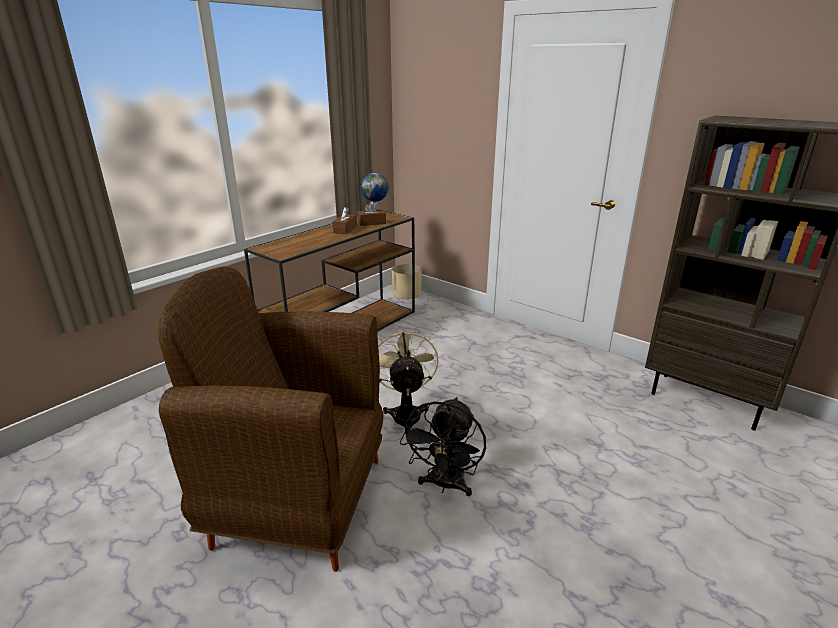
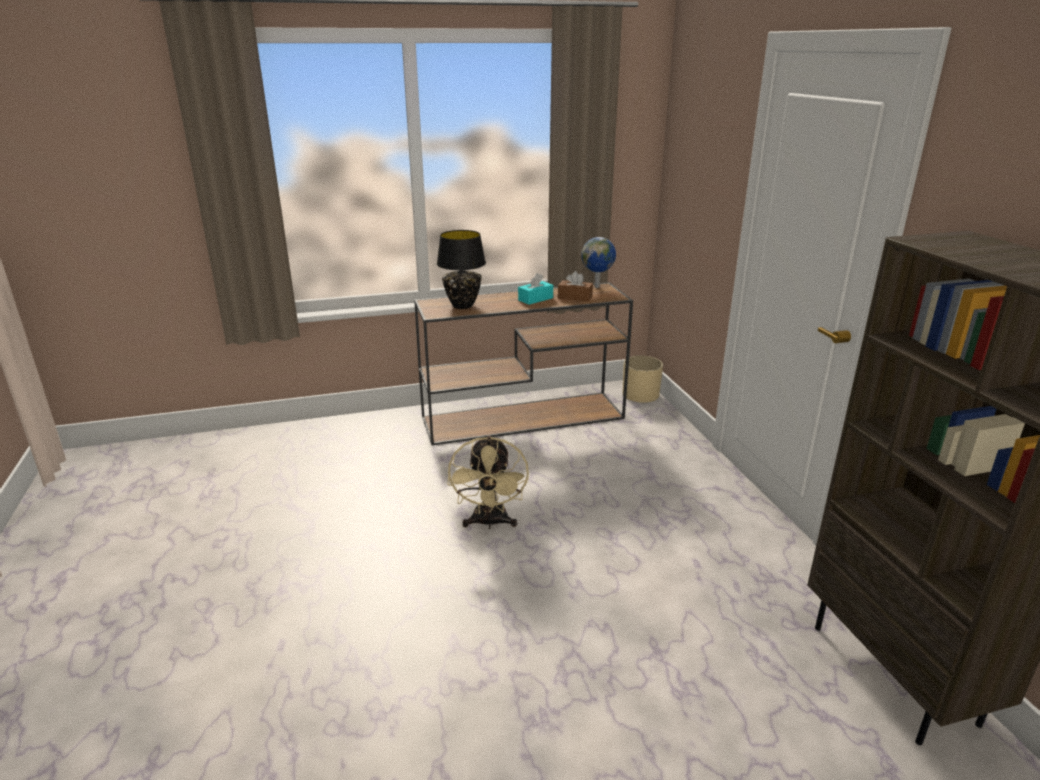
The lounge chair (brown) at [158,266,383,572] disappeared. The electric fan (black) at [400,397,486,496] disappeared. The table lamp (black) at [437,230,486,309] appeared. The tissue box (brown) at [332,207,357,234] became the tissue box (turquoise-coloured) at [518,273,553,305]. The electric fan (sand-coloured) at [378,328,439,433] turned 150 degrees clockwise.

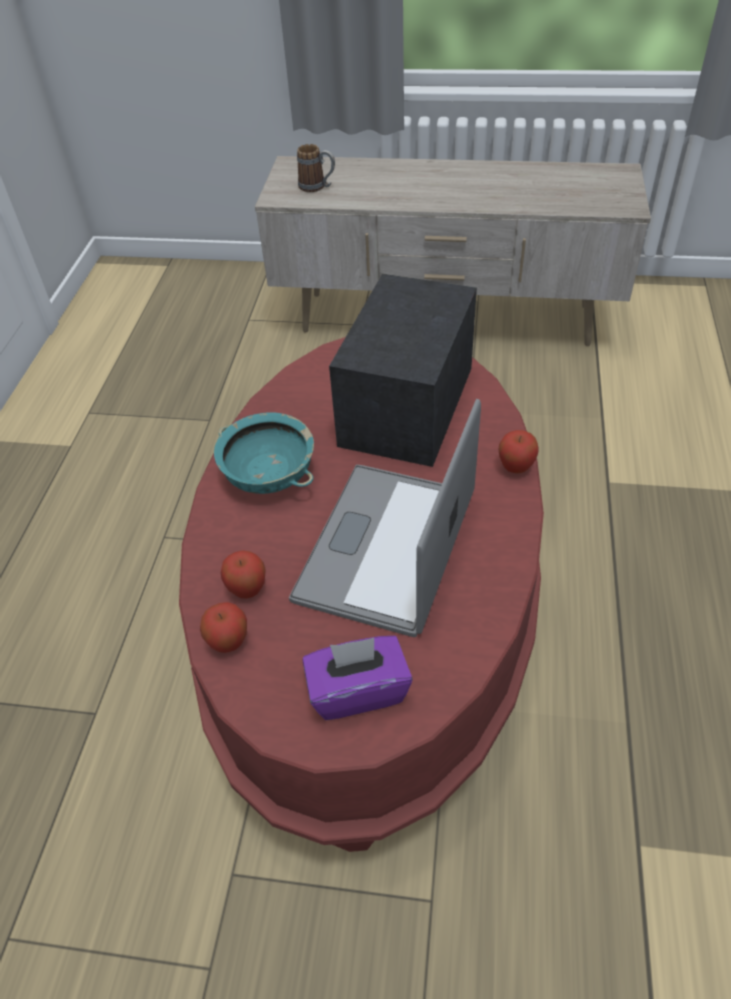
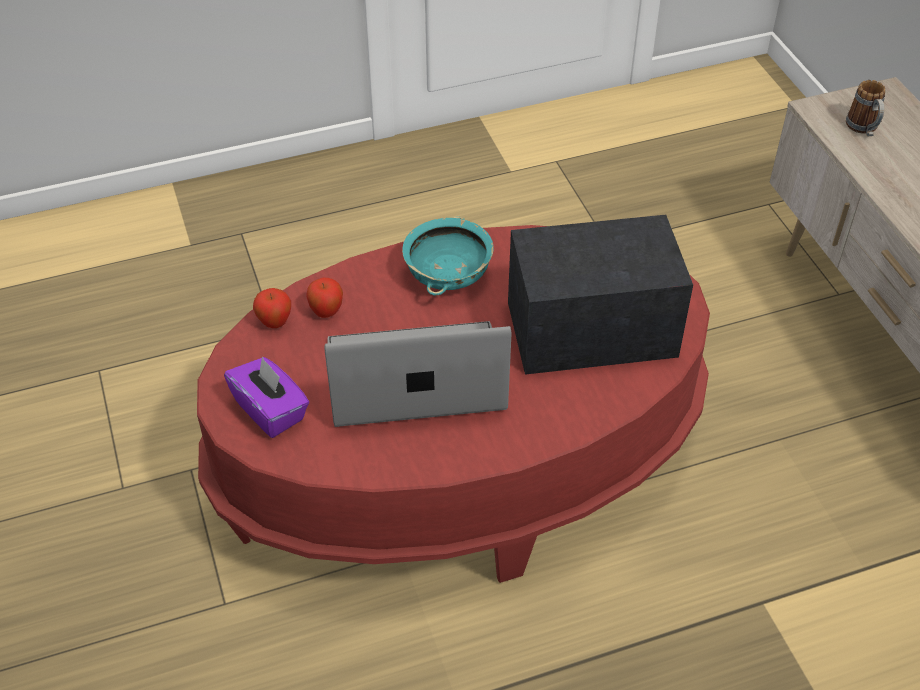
The whole apple at [499,430,538,473] disappeared.

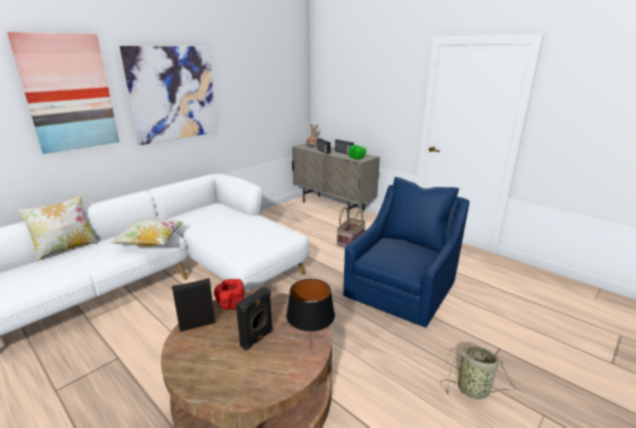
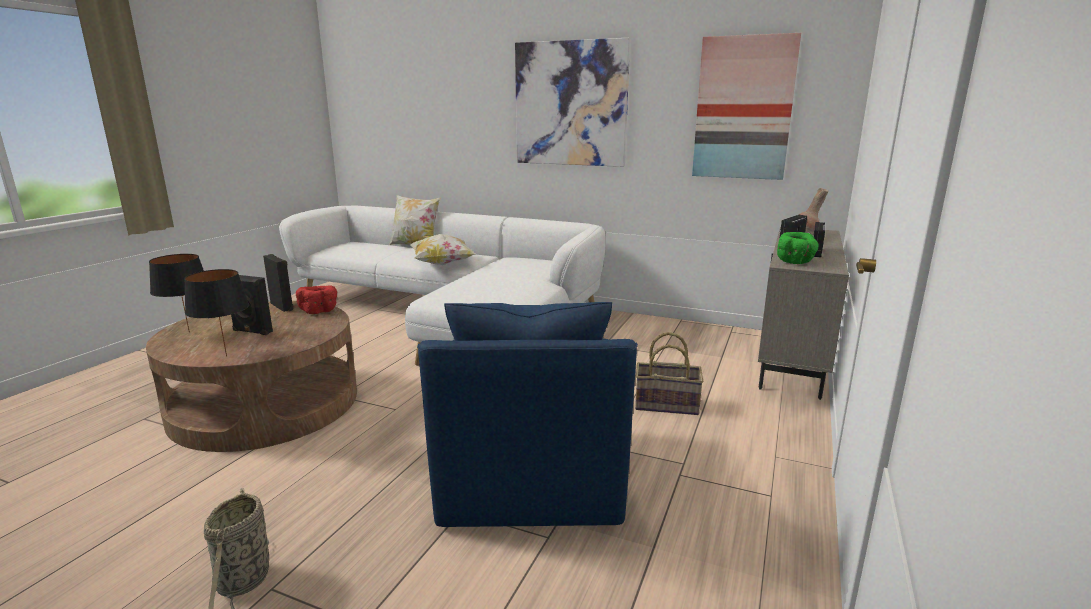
The table lamp (black) at [149,254,204,333] appeared. The wall picture moved from [7,32,119,154] to [692,33,801,180]. The lounge chair (blue) at [343,177,470,328] turned 75 degrees clockwise.

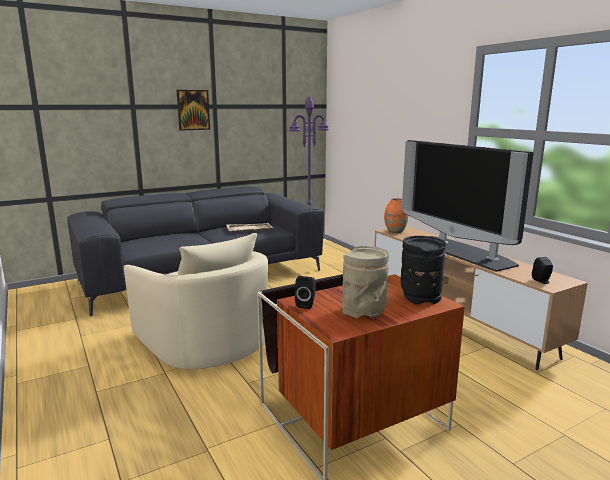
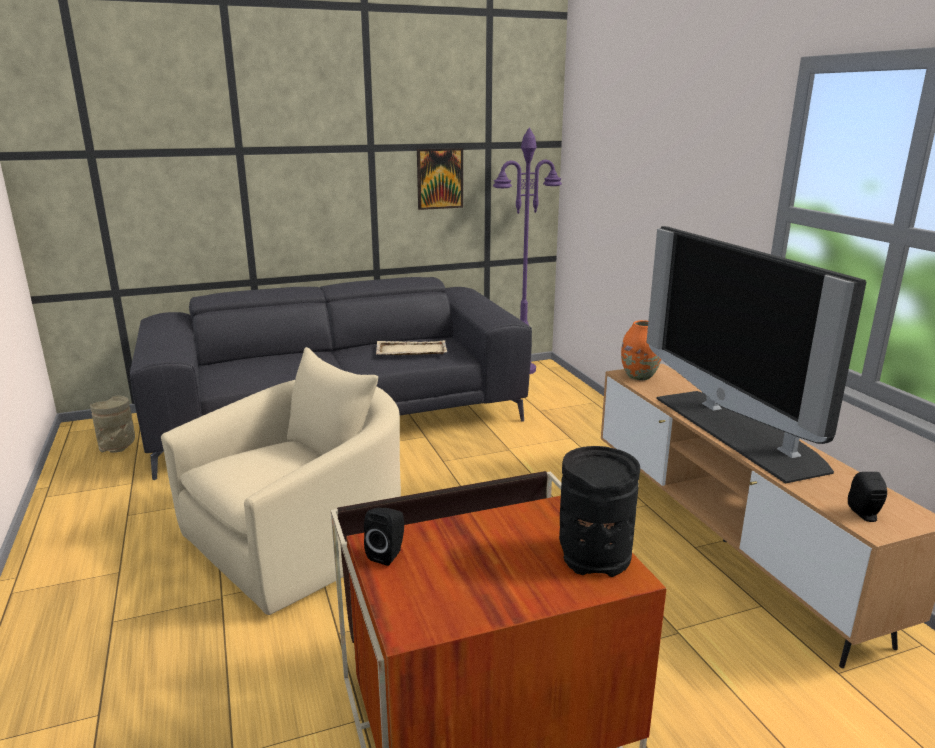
The wall picture moved from [176,90,210,130] to [417,148,463,210]. The vase (sand-coloured) moved from [342,246,389,319] to [90,396,135,453]. The lounge chair (sand-coloured) at [124,233,268,369] turned 105 degrees counterclockwise.

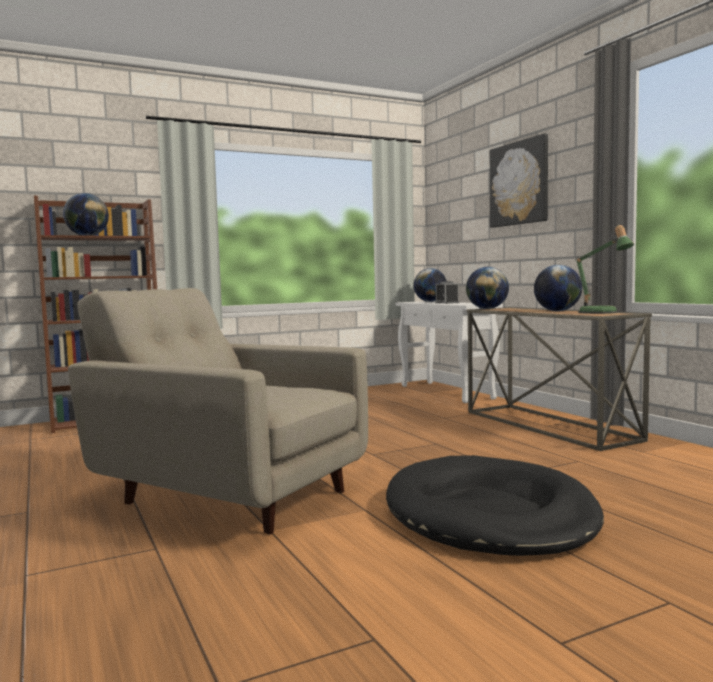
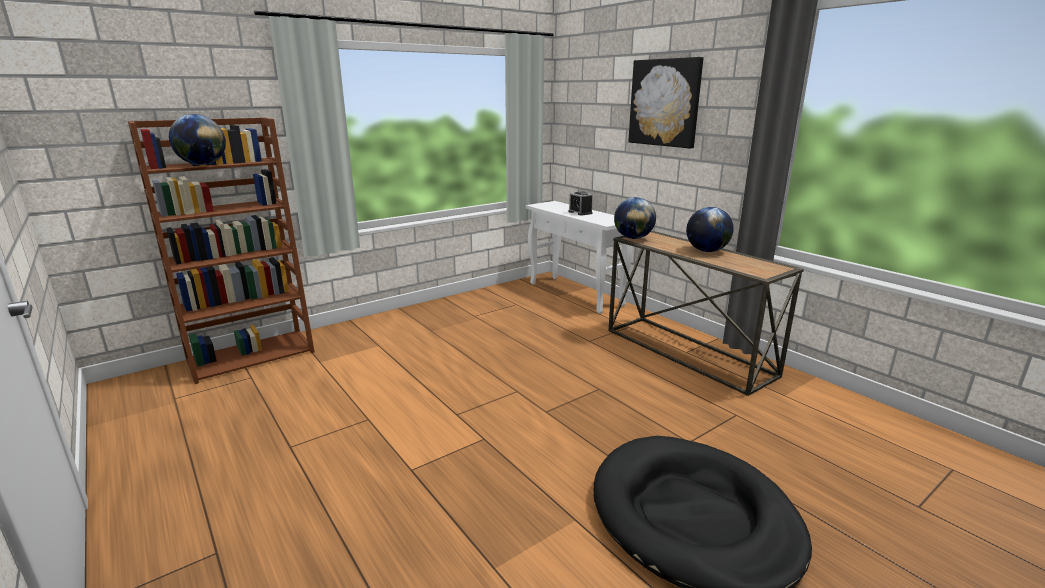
The lounge chair (sand-coloured) at [68,288,368,535] disappeared. The desk globe at [413,268,447,302] disappeared. The table lamp at [575,225,634,314] disappeared.

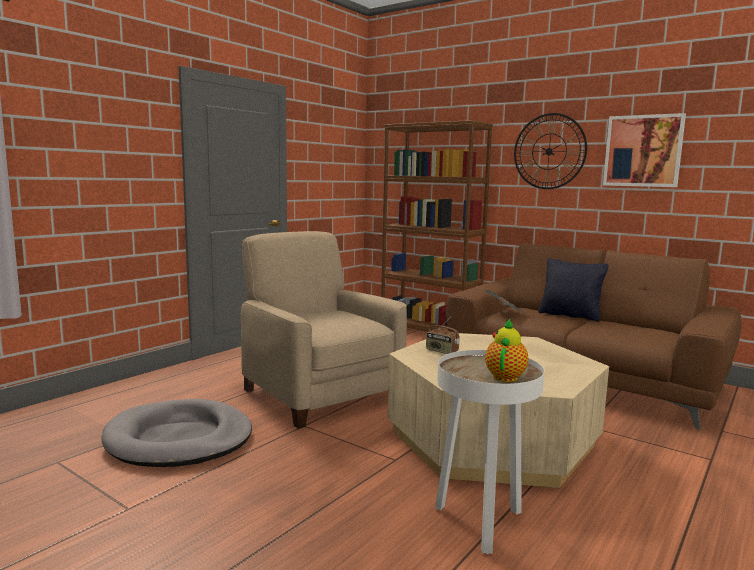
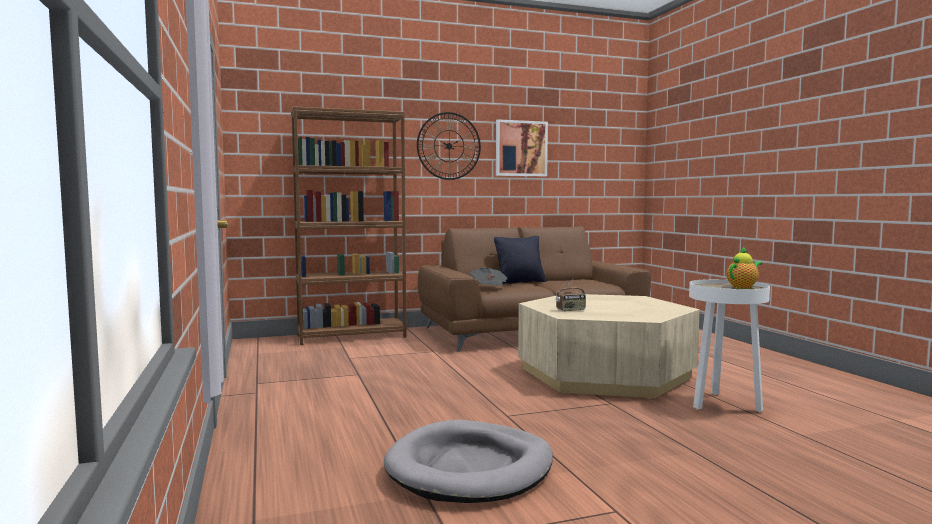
The lounge chair (sand-coloured) at [241,231,407,429] disappeared. The teapot at [485,319,528,382] turned 90 degrees clockwise.

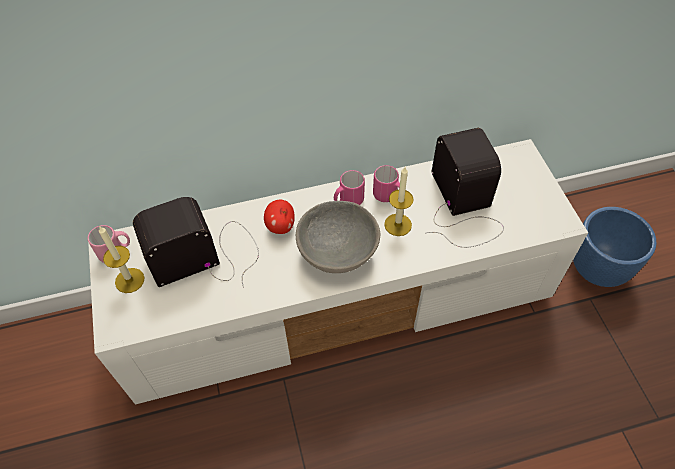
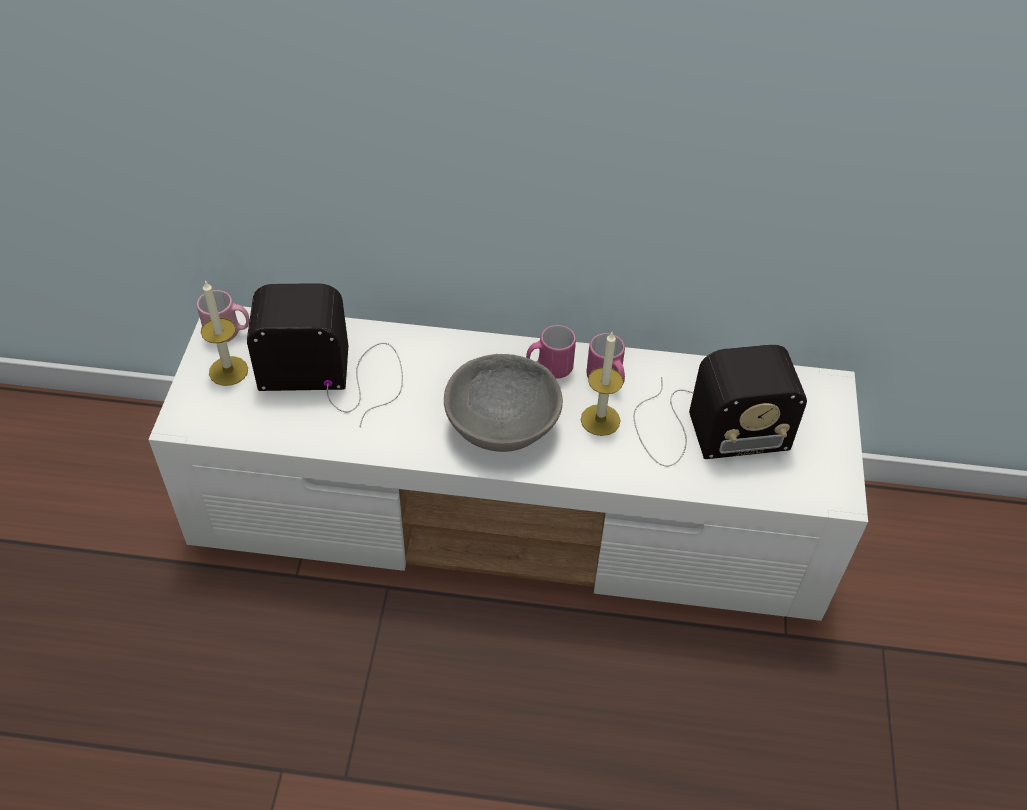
The whole apple at [264,200,295,234] disappeared. The planter (blue) at [573,207,656,287] disappeared. The radio set at [425,128,504,248] turned 75 degrees clockwise.

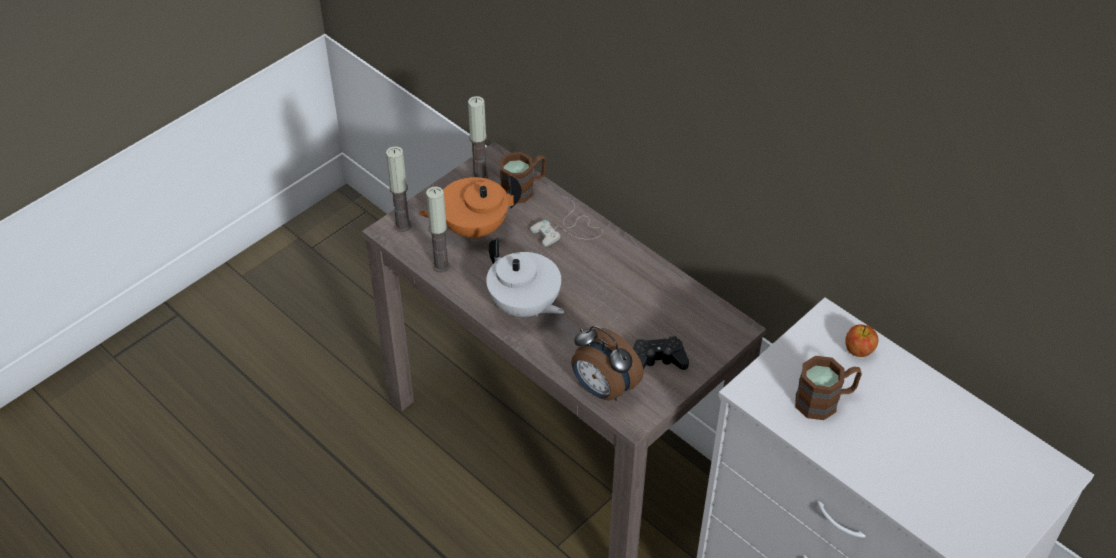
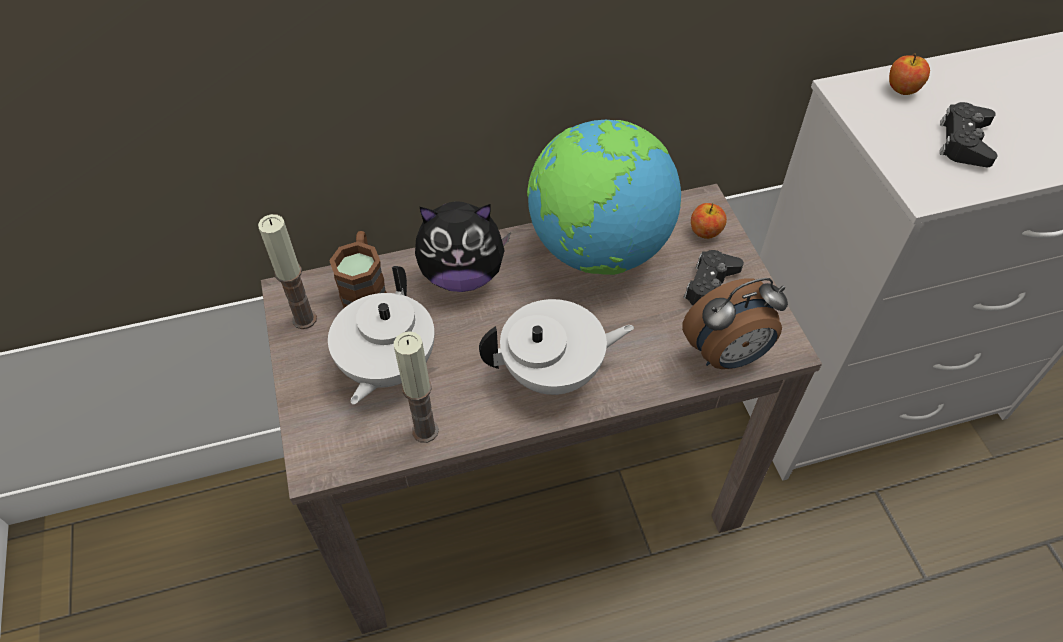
The wax candle at [386,146,412,232] disappeared. The desk globe at [527,120,681,275] appeared. The whole apple at [691,203,727,239] appeared. The game controller (white-coloured) at [530,196,603,247] was replaced by the cuddly toy at [415,201,511,292]. The tea mug (brown) at [795,356,862,420] was replaced by the game controller (black) at [940,102,998,167]. The teapot (orange-coloured) at [418,175,522,240] became the teapot (white-coloured) at [328,266,435,404].

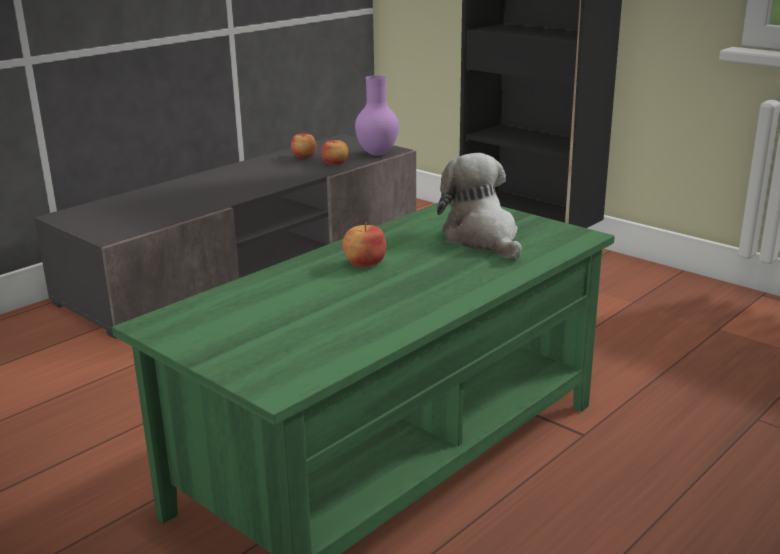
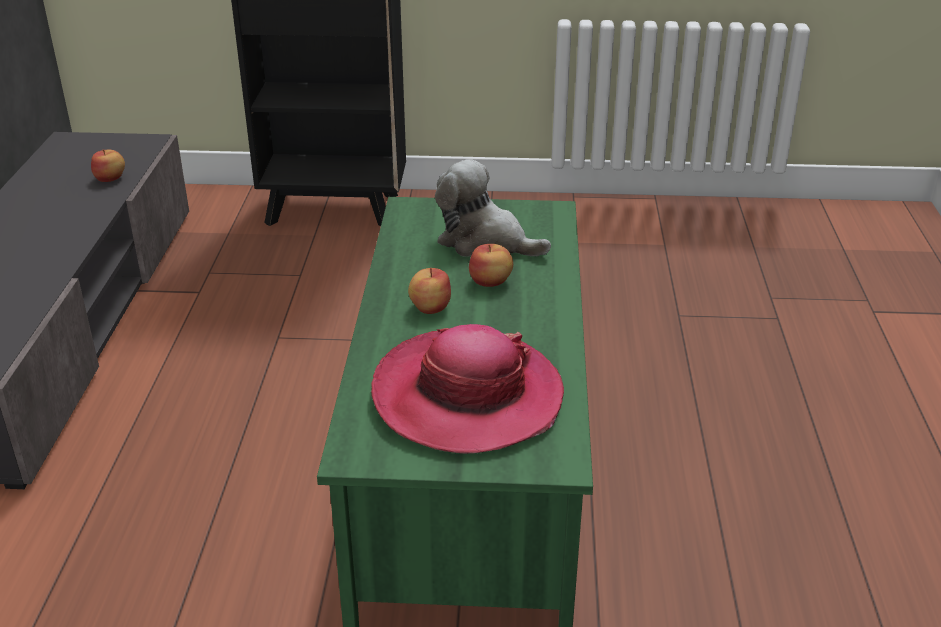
The vase (purple) at [355,75,399,156] disappeared. The wearable hat at [371,324,564,454] appeared. The whole apple moved from [291,132,317,158] to [469,244,513,287].

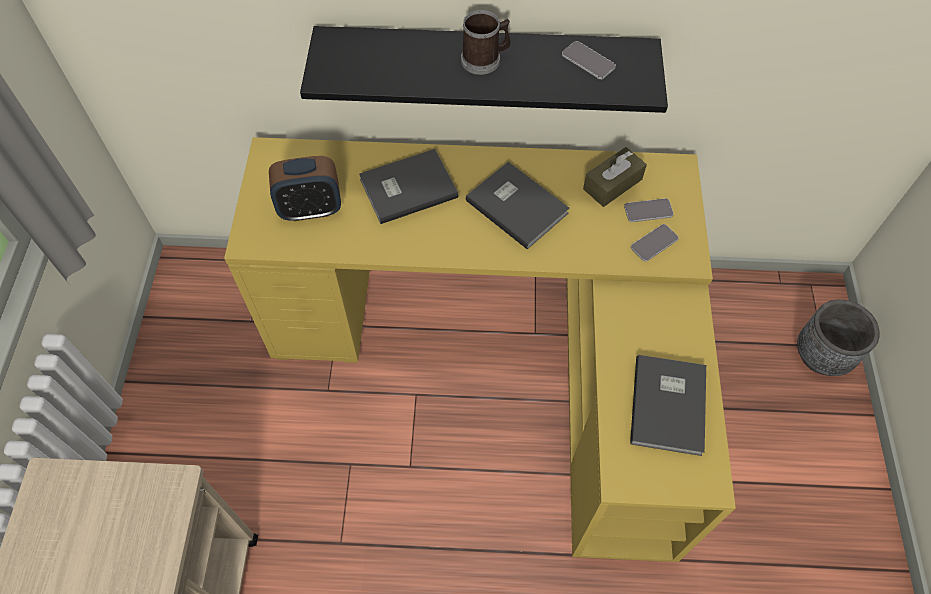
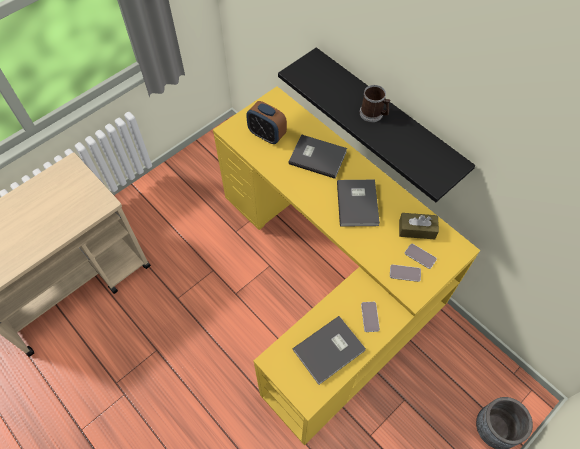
The handset moved from [562,41,616,79] to [361,302,380,332].

